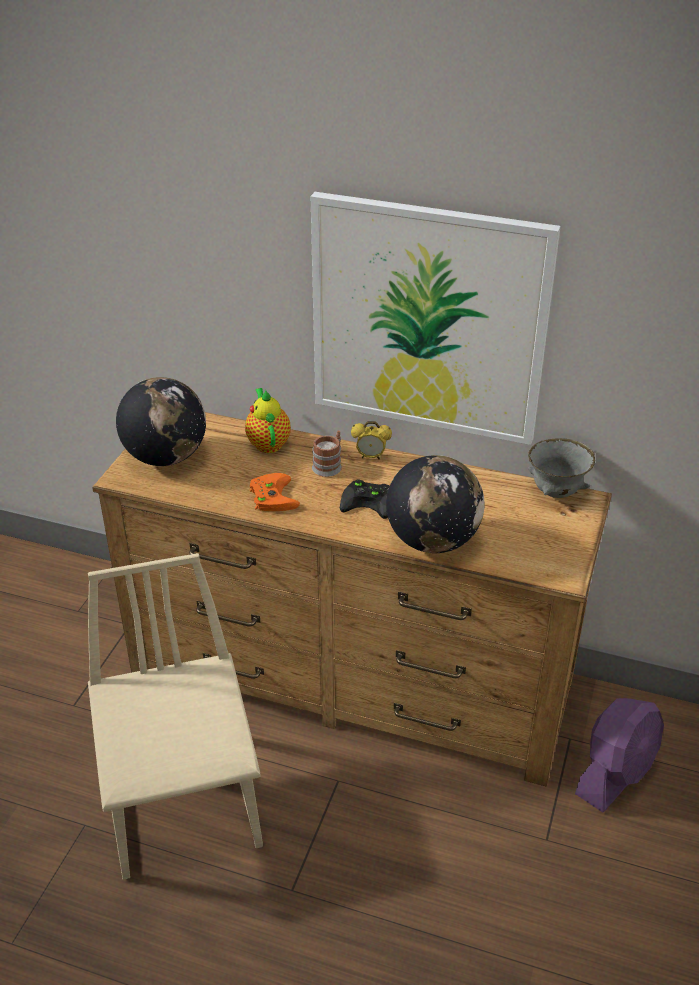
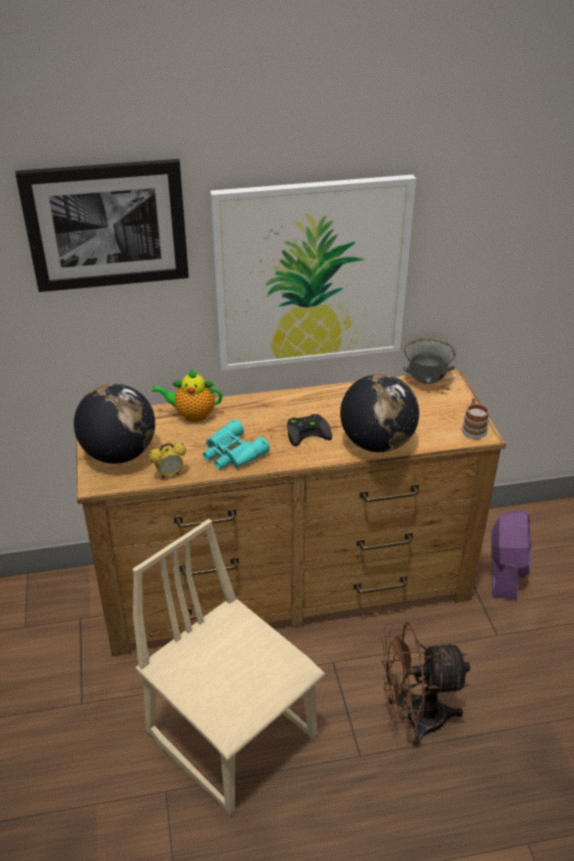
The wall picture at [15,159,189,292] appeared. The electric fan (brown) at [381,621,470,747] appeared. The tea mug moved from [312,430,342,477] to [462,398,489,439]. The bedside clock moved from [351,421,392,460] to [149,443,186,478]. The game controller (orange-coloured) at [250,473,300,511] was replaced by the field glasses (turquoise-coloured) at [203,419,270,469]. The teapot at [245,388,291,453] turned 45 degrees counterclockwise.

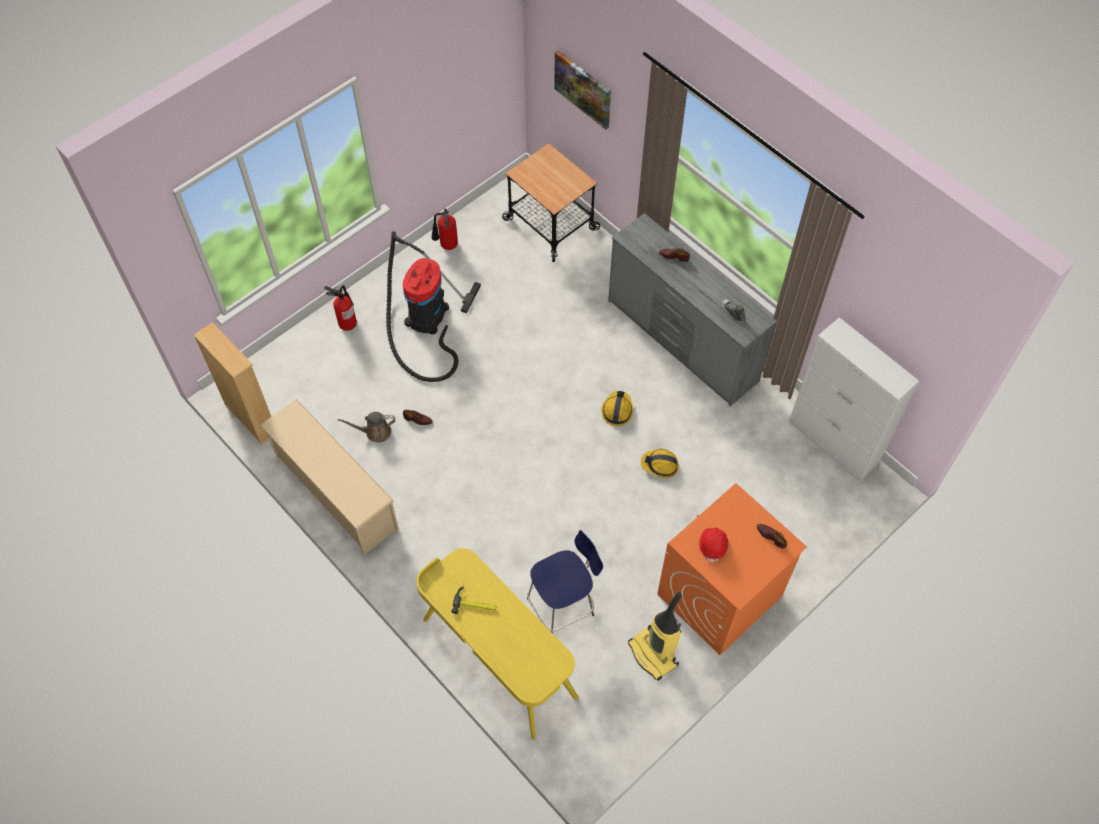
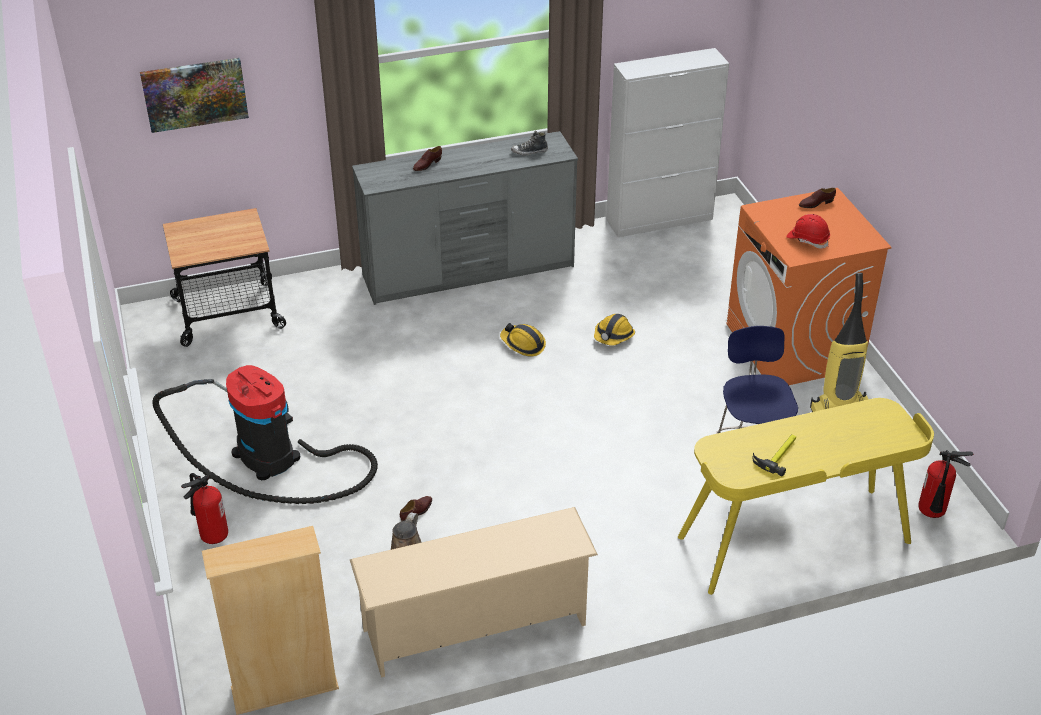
The fire extinguisher moved from [431,209,458,250] to [918,450,973,518].

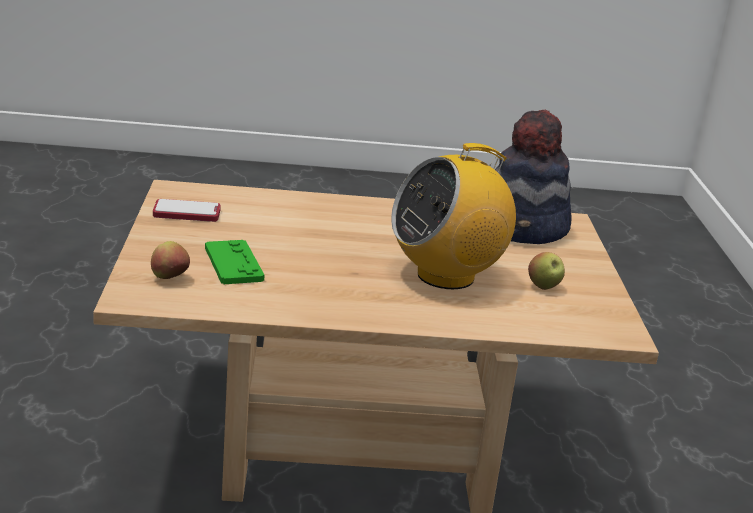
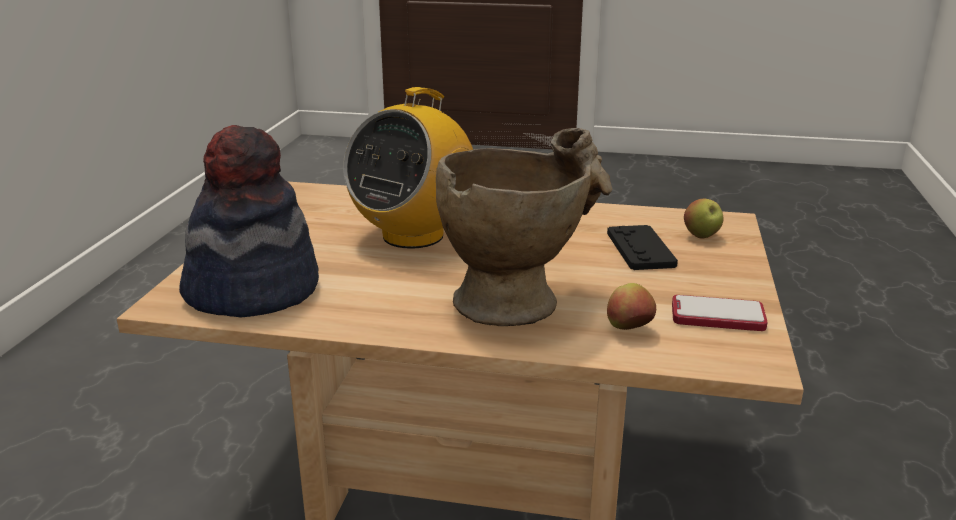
The vase (sand-coloured) at [436,128,613,326] appeared. The whole apple moved from [528,252,565,290] to [607,283,656,330]. The game controller (green-coloured) at [205,240,264,284] became the game controller (black) at [607,225,678,270]. The radio set at [391,143,516,289] turned 135 degrees clockwise.

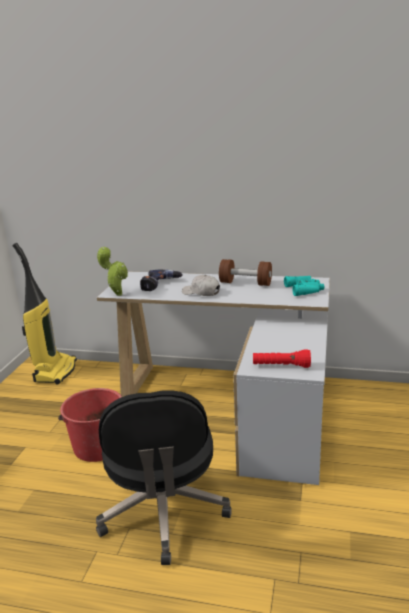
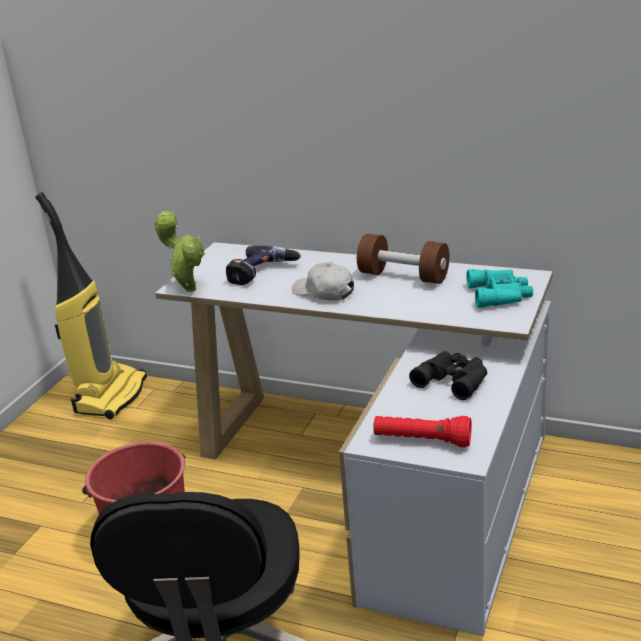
The field glasses (black) at [409,351,487,400] appeared.

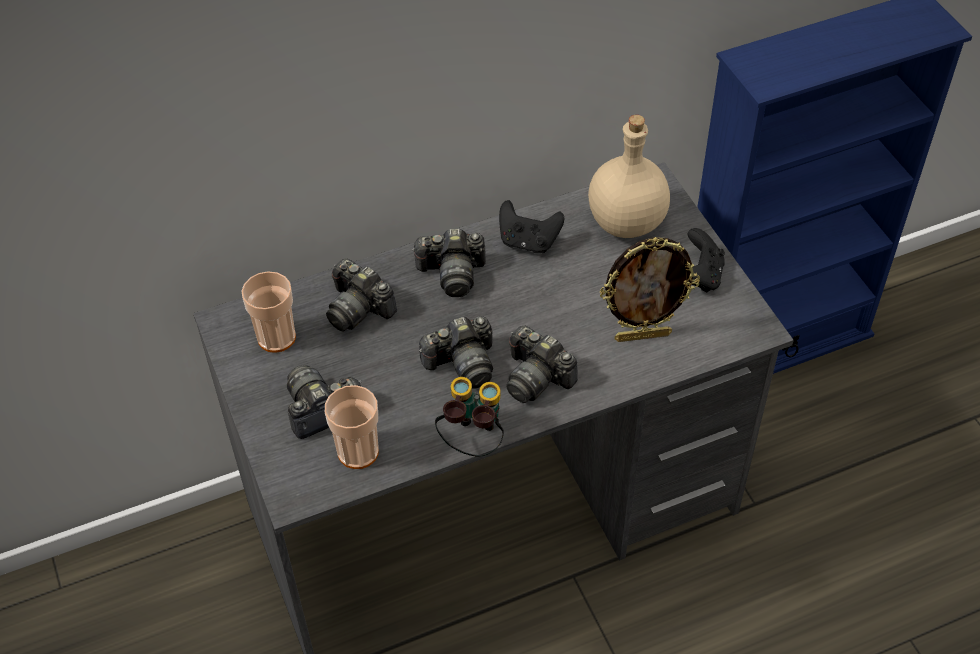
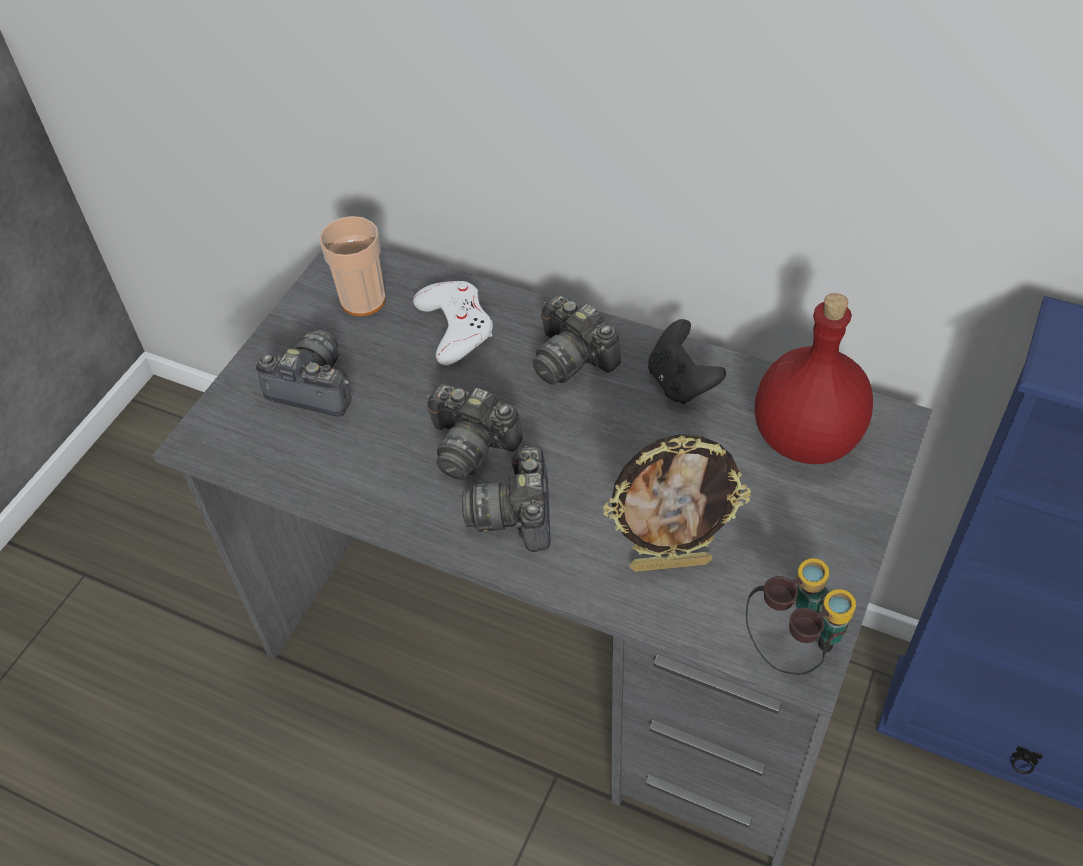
The drinking cup at [325,385,379,469] disappeared. The game controller (black) at [688,228,725,292] disappeared. The field glasses moved from [435,377,504,457] to [746,558,856,675]. The still camera at [326,258,397,331] was replaced by the game controller (white-coloured) at [413,281,493,365]. The bottle (sand-coloured) at [588,115,670,238] became the bottle (reddish) at [755,293,873,464]. The picture frame at [600,237,700,342] turned 45 degrees counterclockwise.

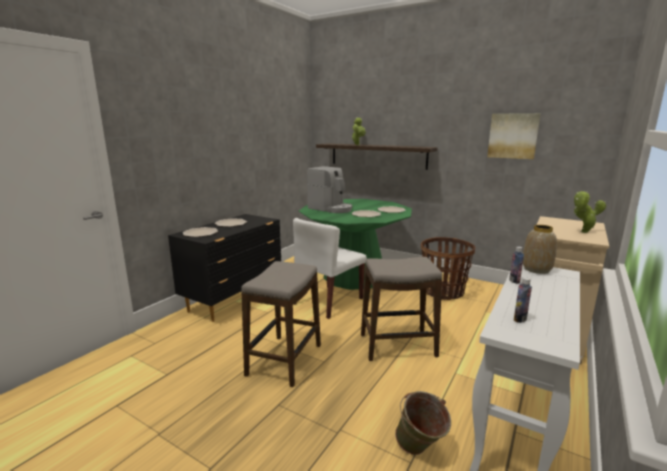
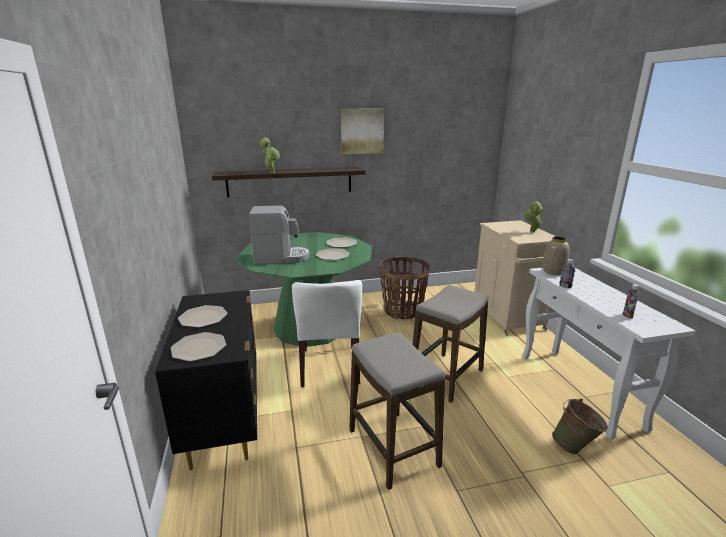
The wall picture moved from [487,113,541,159] to [341,109,384,154].

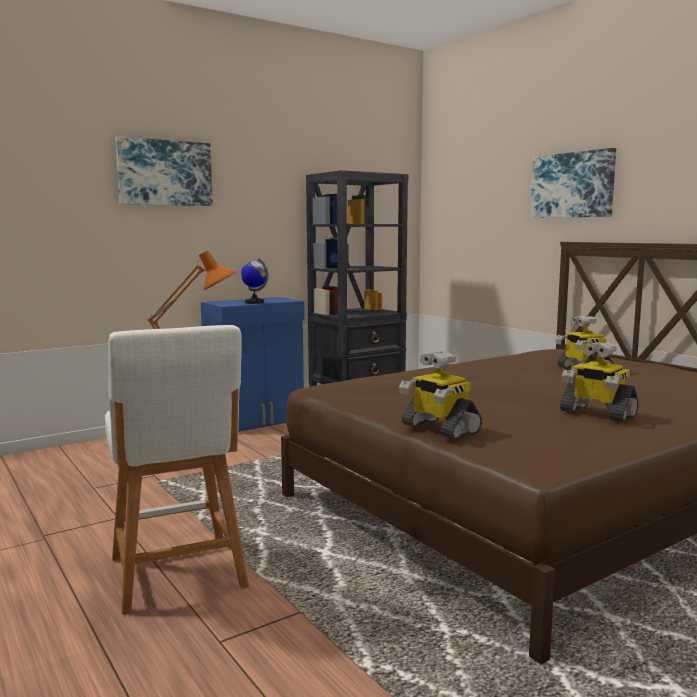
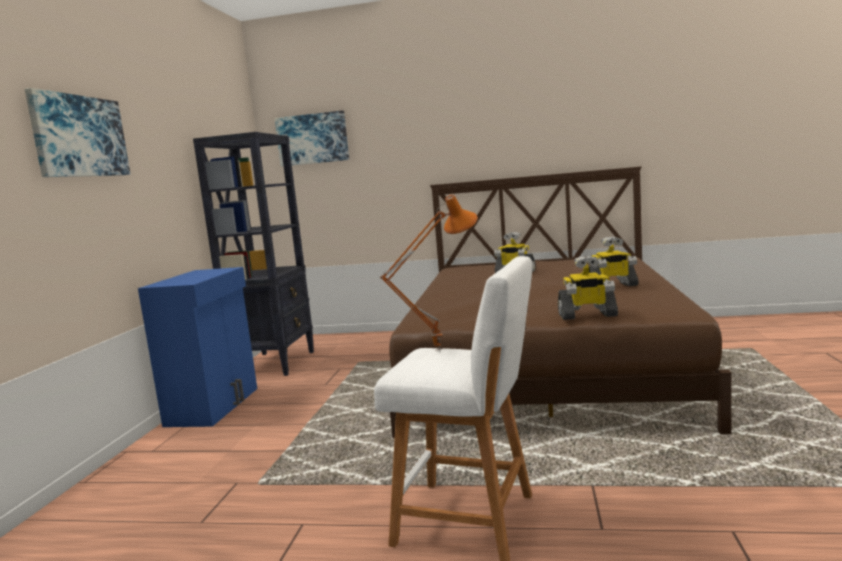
The desk globe at [241,258,268,304] disappeared. The wall picture moved from [530,148,616,218] to [275,110,349,166].

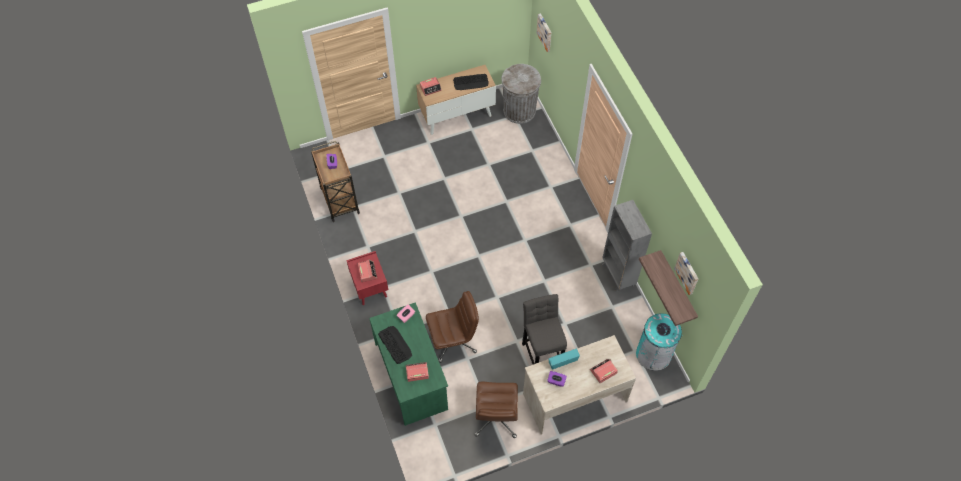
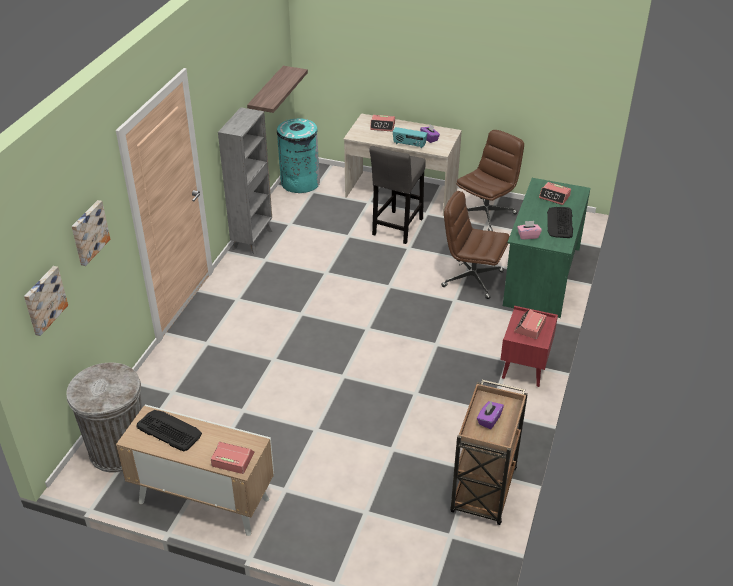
The wall picture moved from [674,252,698,295] to [72,200,110,266].

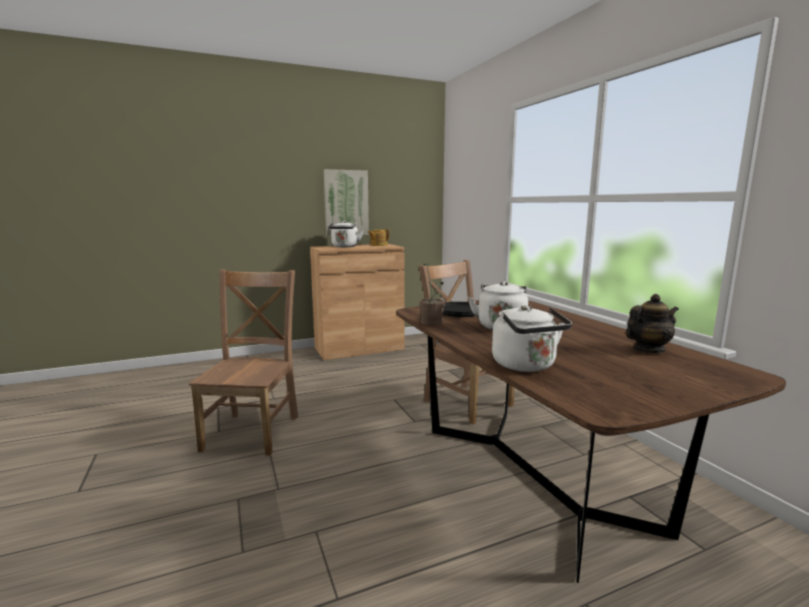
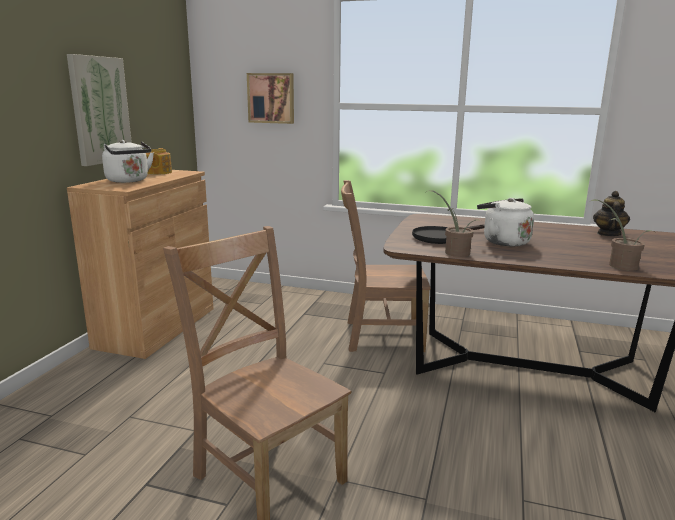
The wall picture at [247,73,294,124] appeared. The water kettle (white-coloured) at [492,305,572,372] was replaced by the plant in a pot at [589,199,656,271].

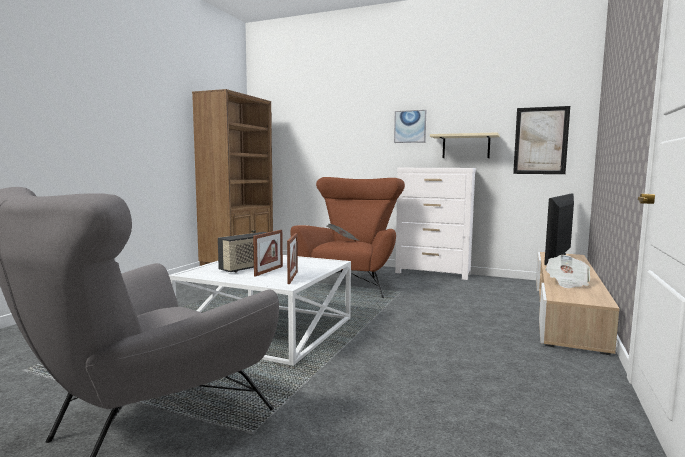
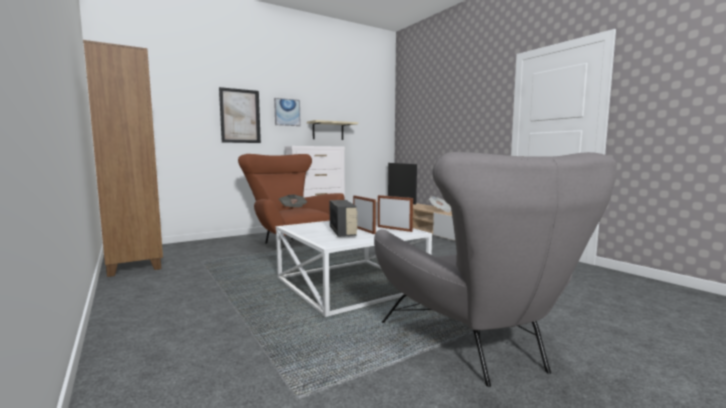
The wall picture moved from [513,106,570,174] to [219,87,261,143].

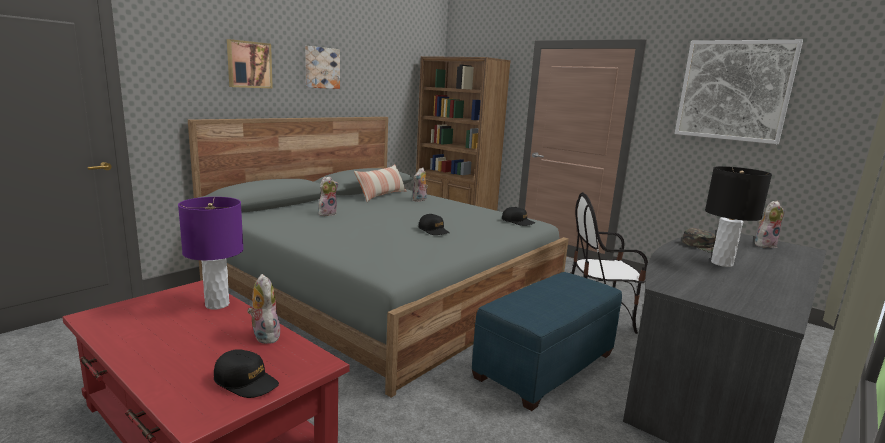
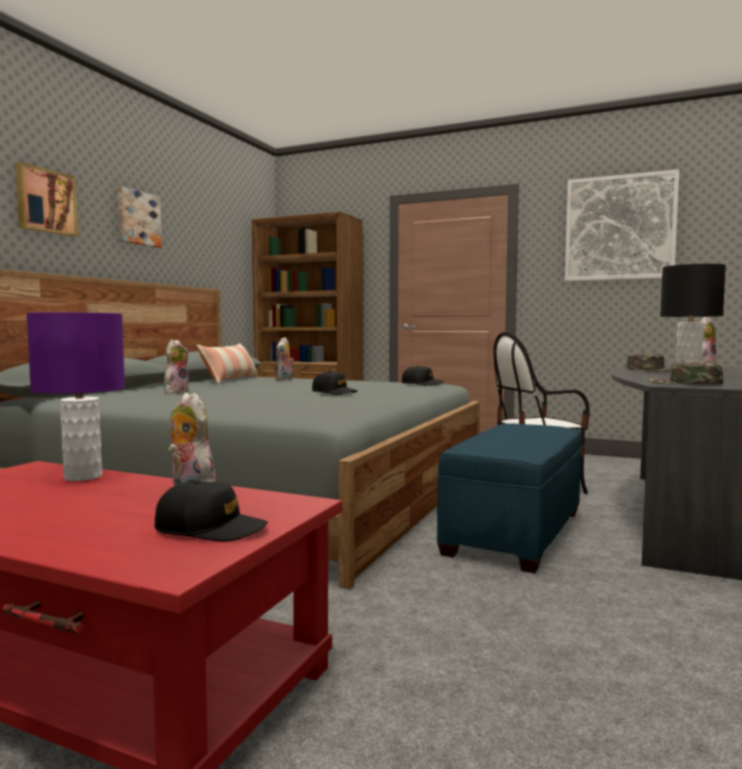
The cap (green-coloured) at [649,360,723,385] appeared.

